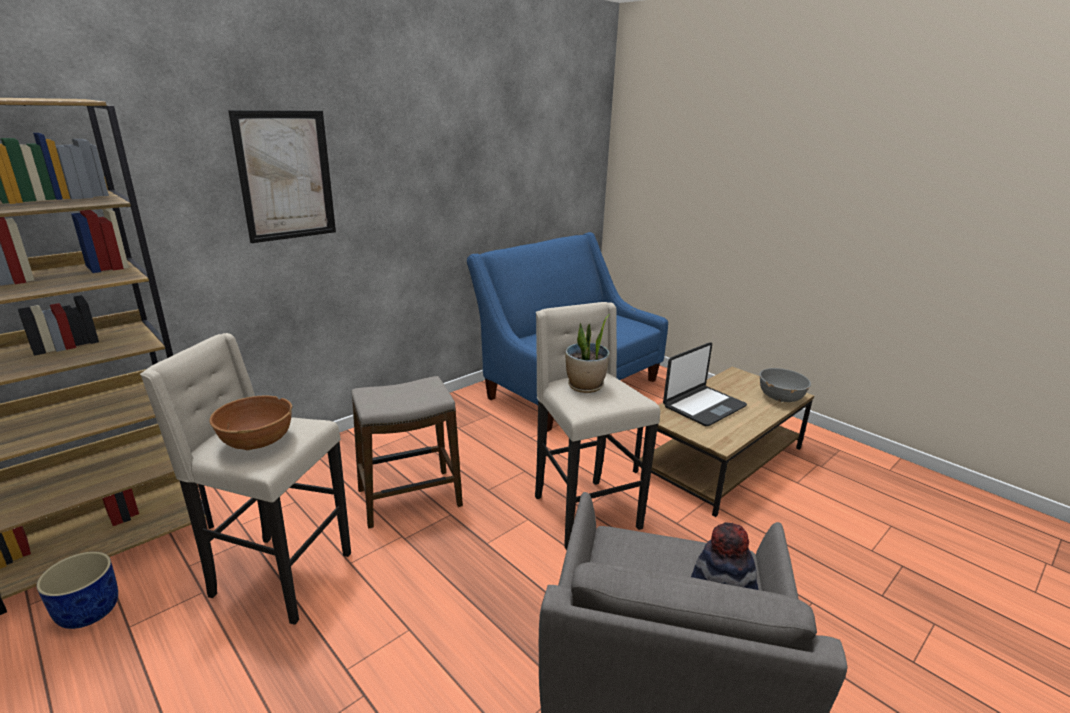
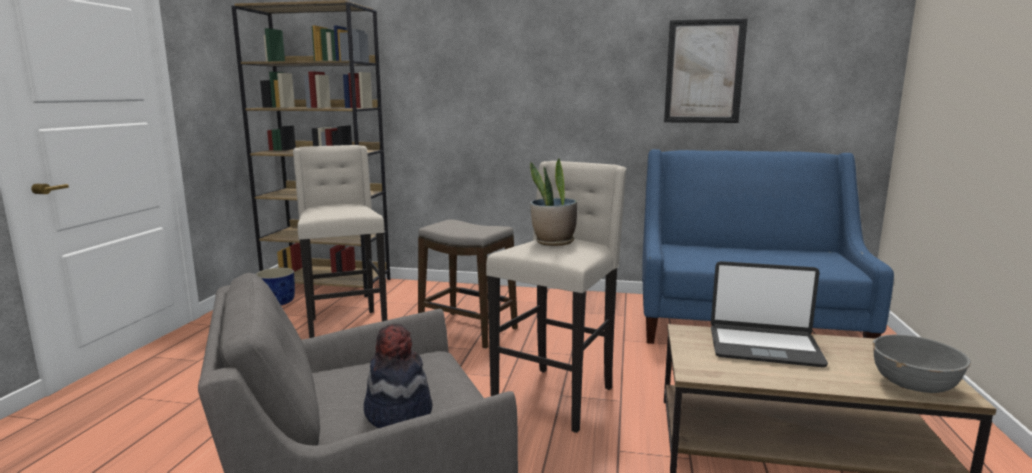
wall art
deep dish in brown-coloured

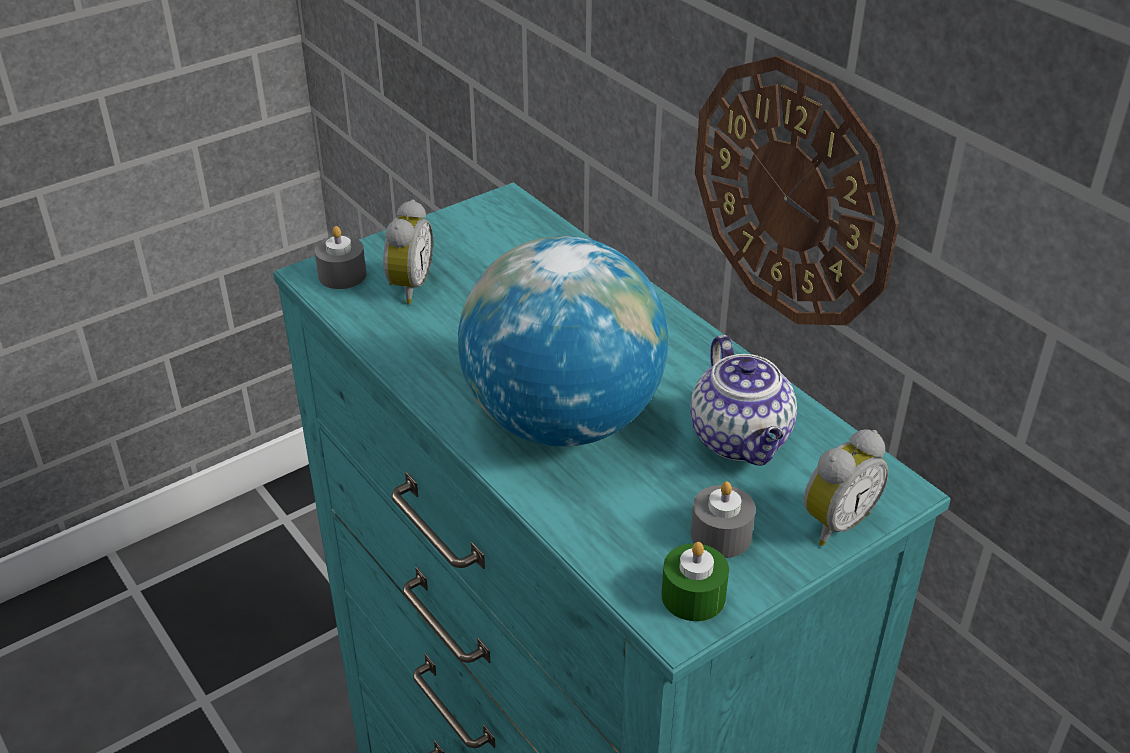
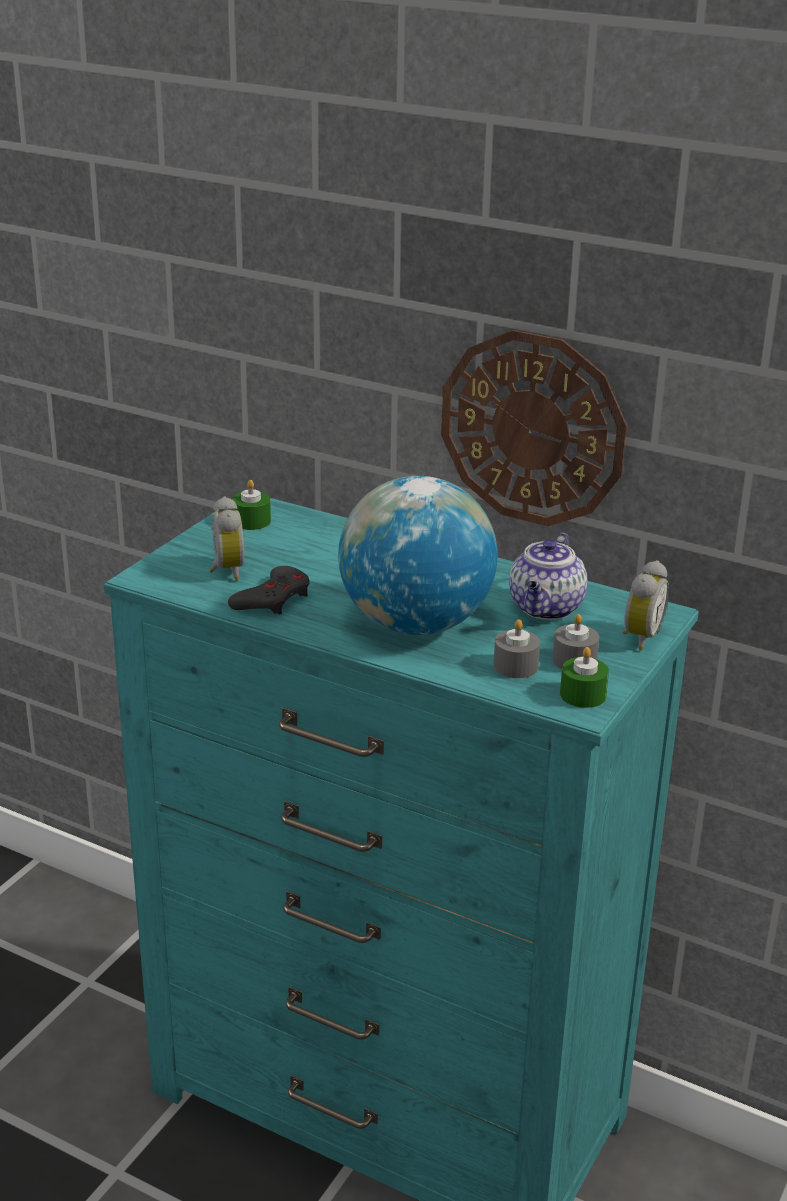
wax candle in greyish (no. 1 from left)
tea pot
wax candle in green (no. 1 from left)
joypad in greyish

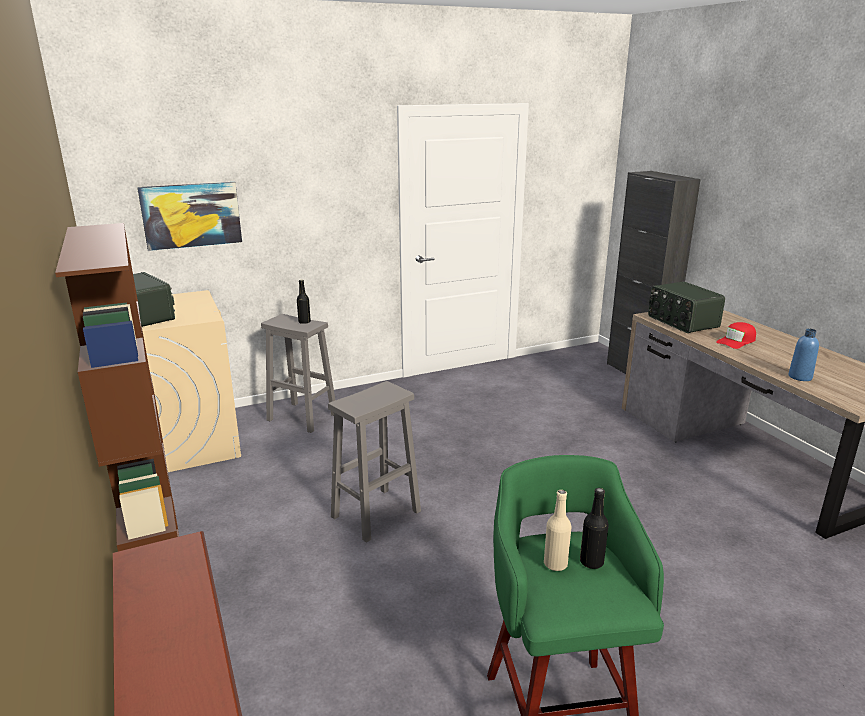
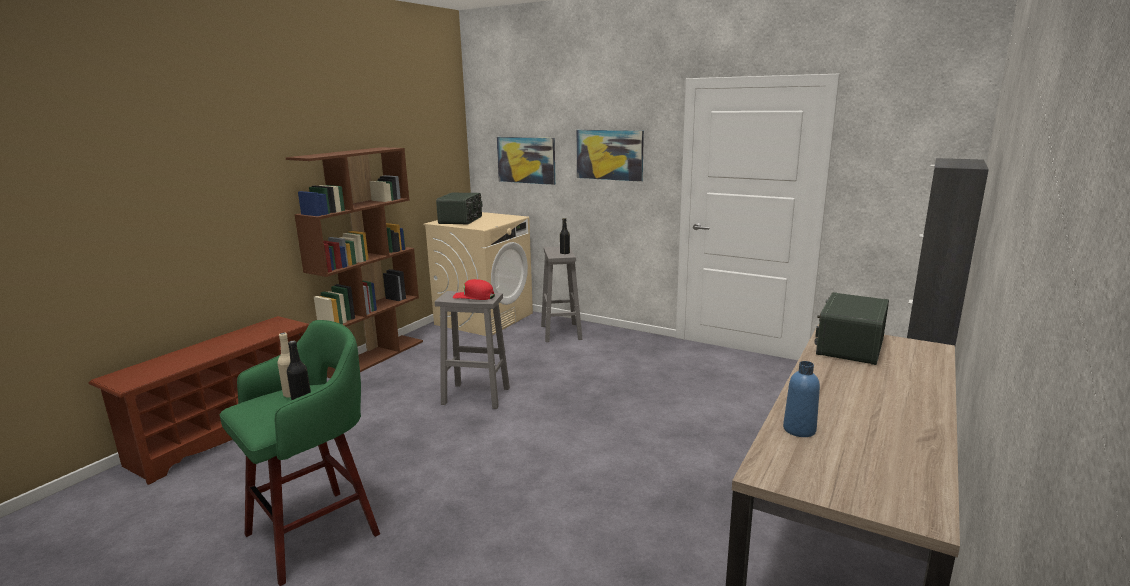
peaked cap in red
wall art (no. 2 from left)

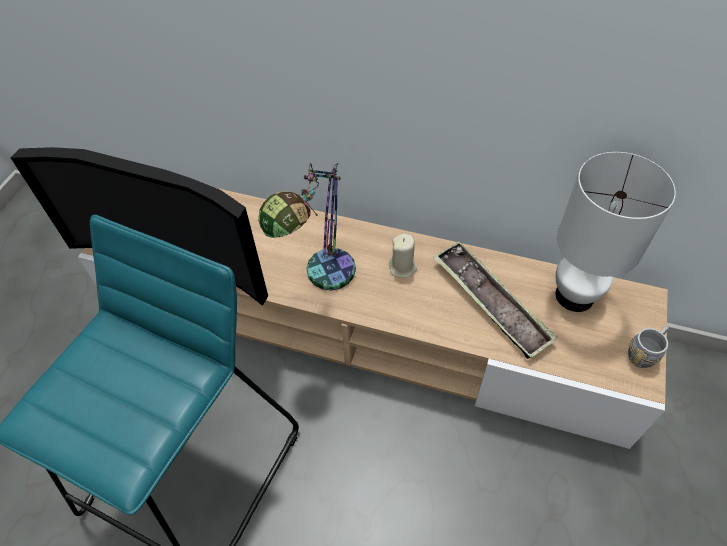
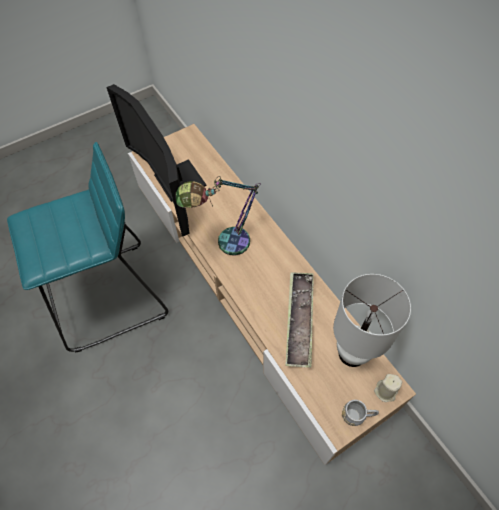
wax candle in beige

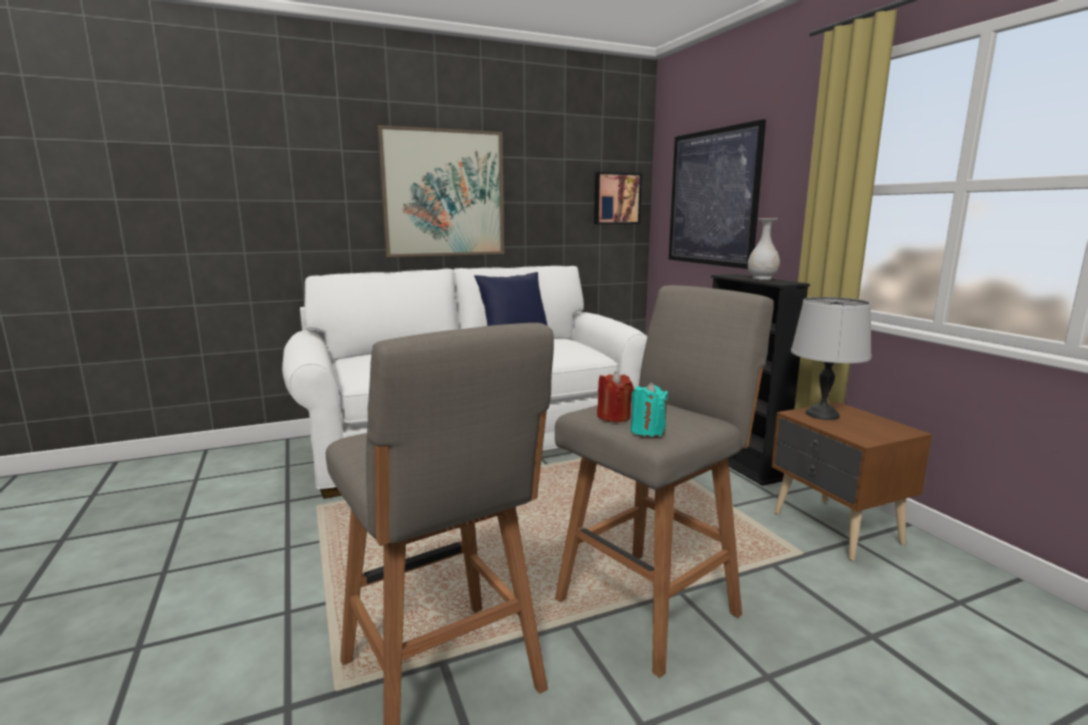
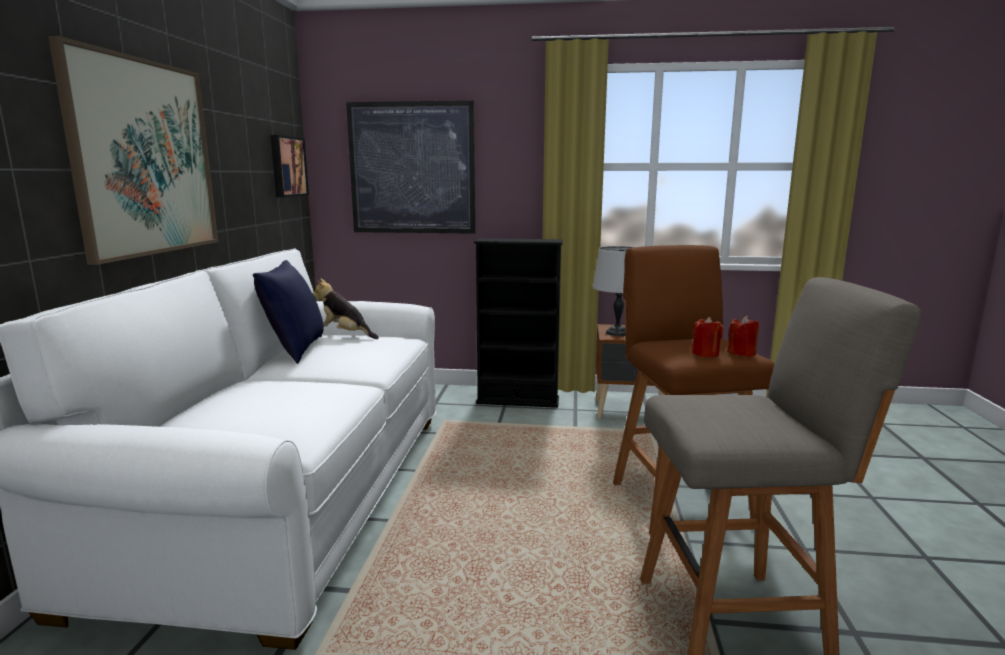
flower vase in whitish
stool seat in brown-coloured
wax candle in red (no. 2 from left)
soft toy

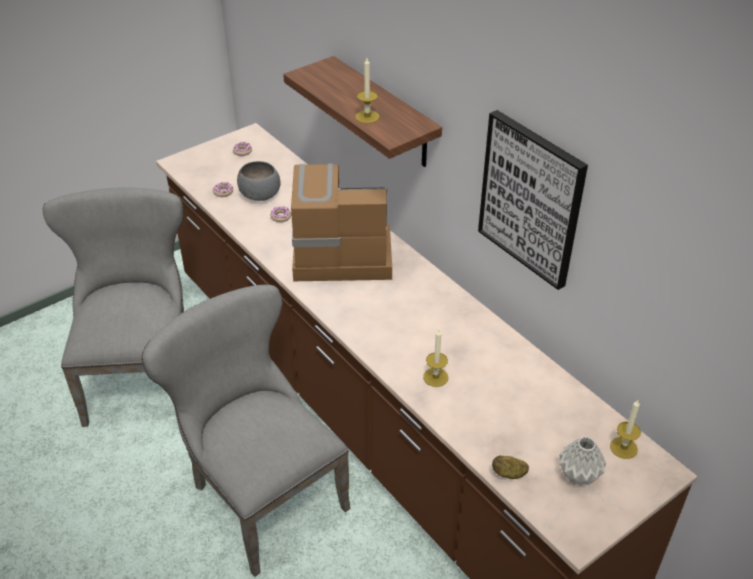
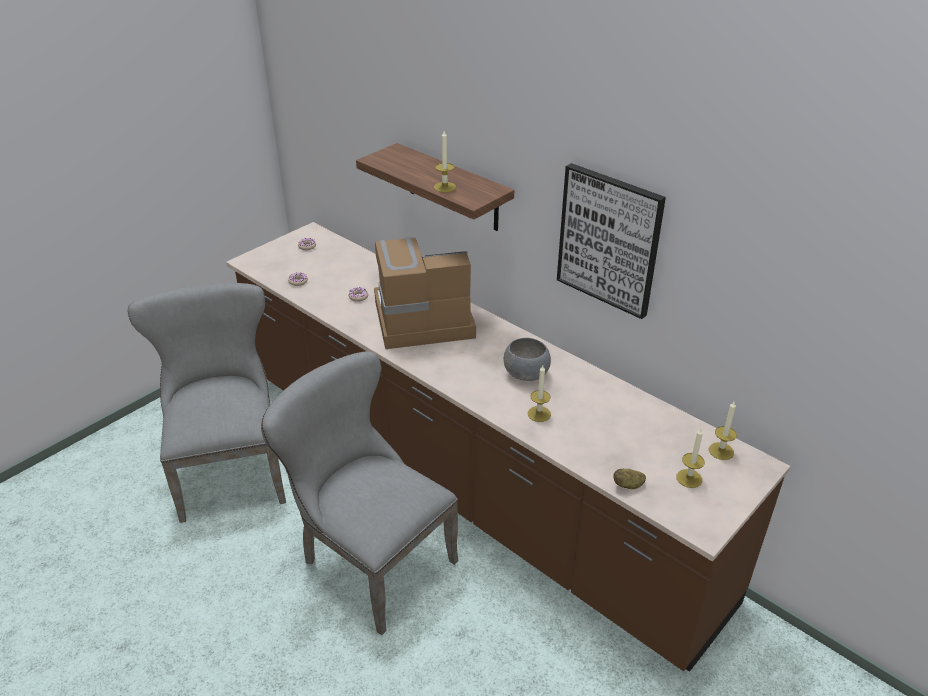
deep dish in greyish
wax candle (no. 3 from left)

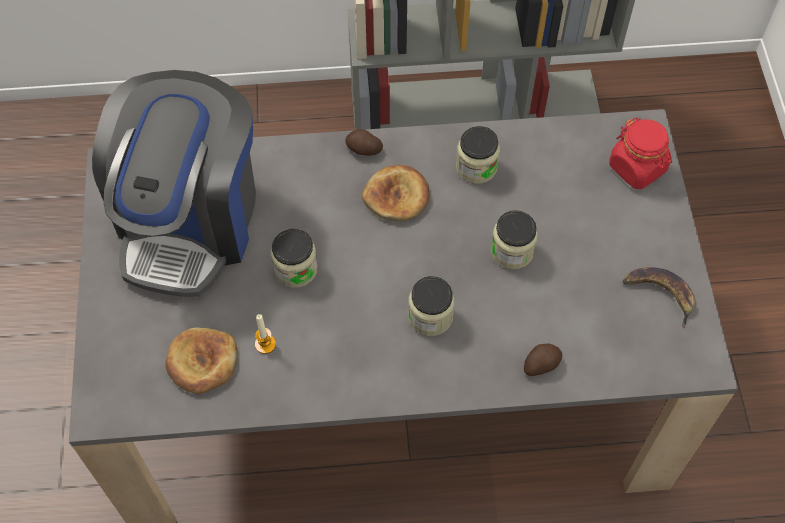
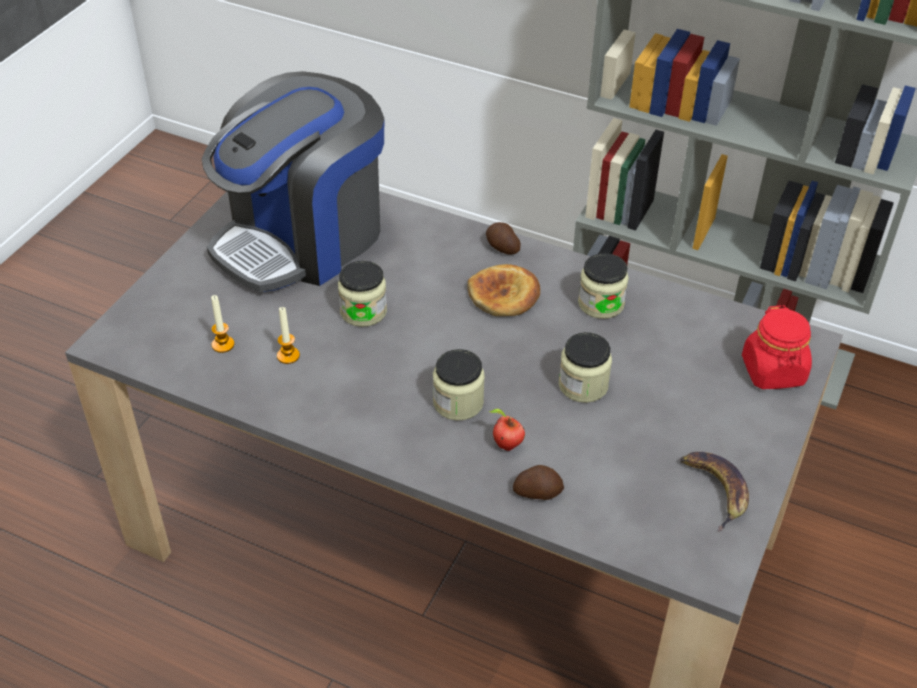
wax candle (no. 1 from left)
whole apple

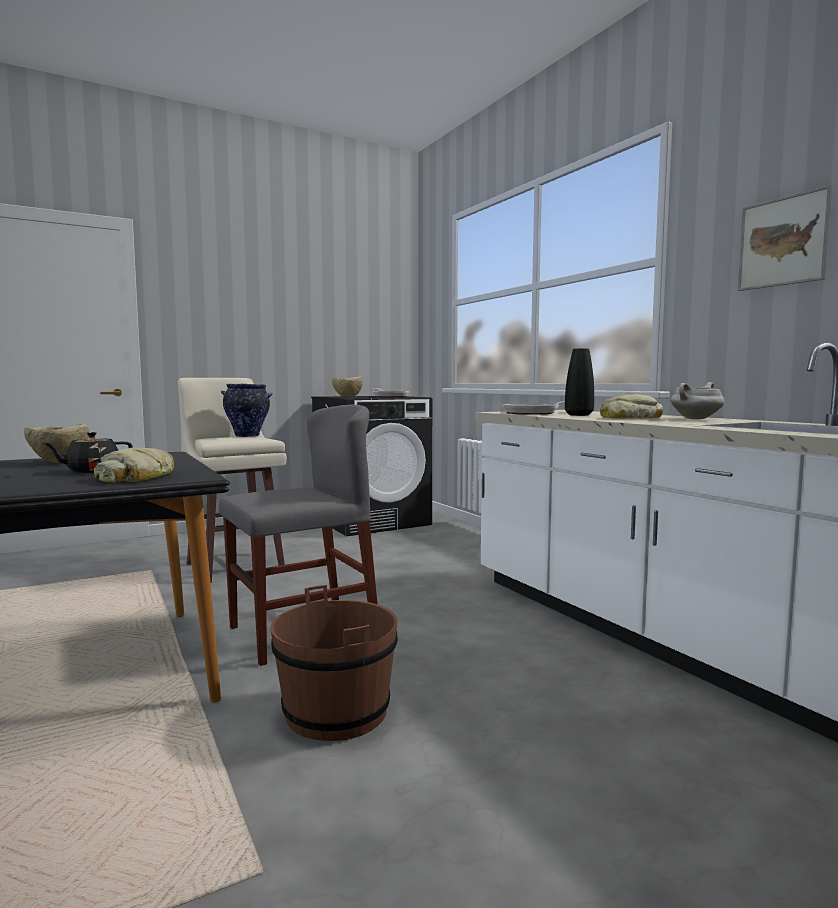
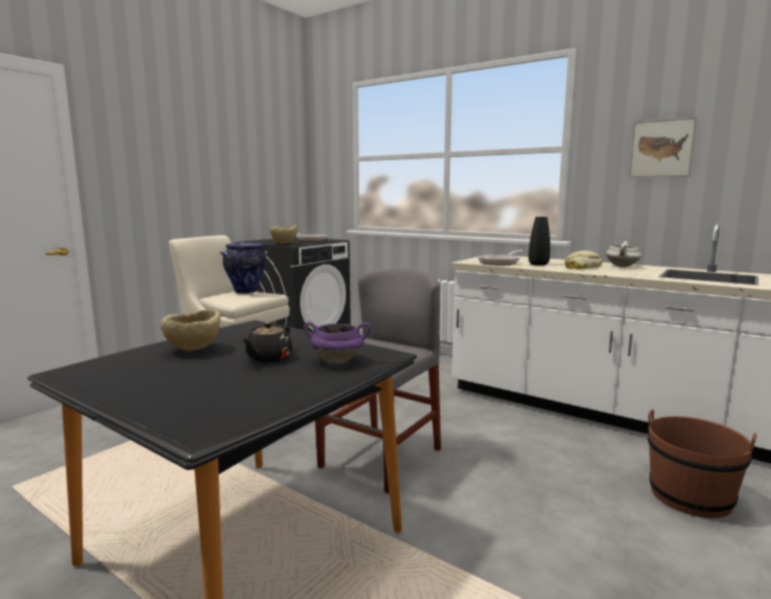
cooking pot in purple-coloured
water bucket in brown-coloured

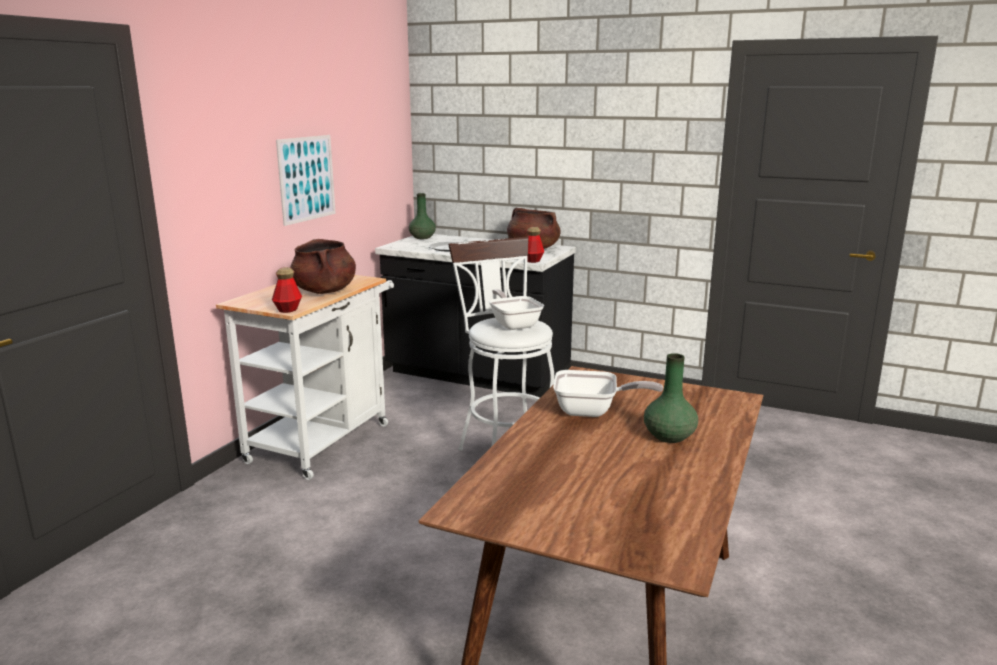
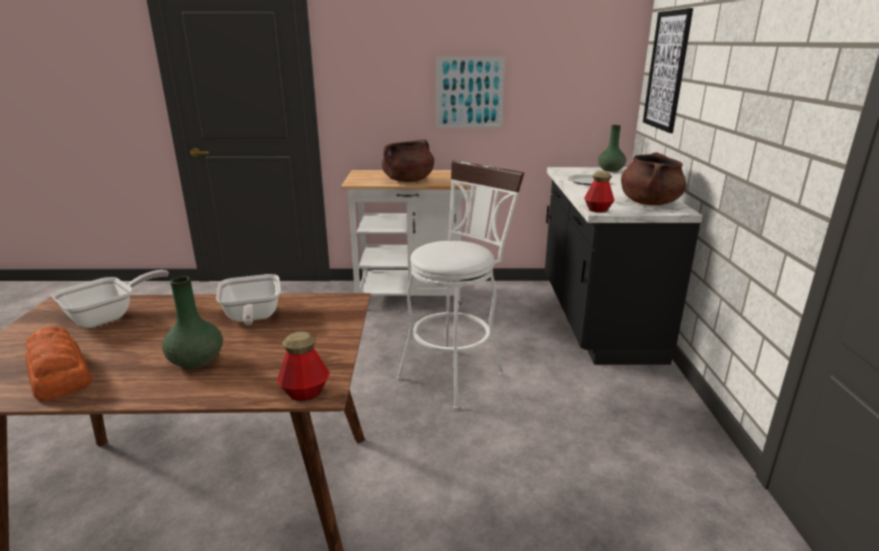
drink bottle (no. 1 from left)
skillet (no. 1 from left)
wall art (no. 2 from left)
bread

